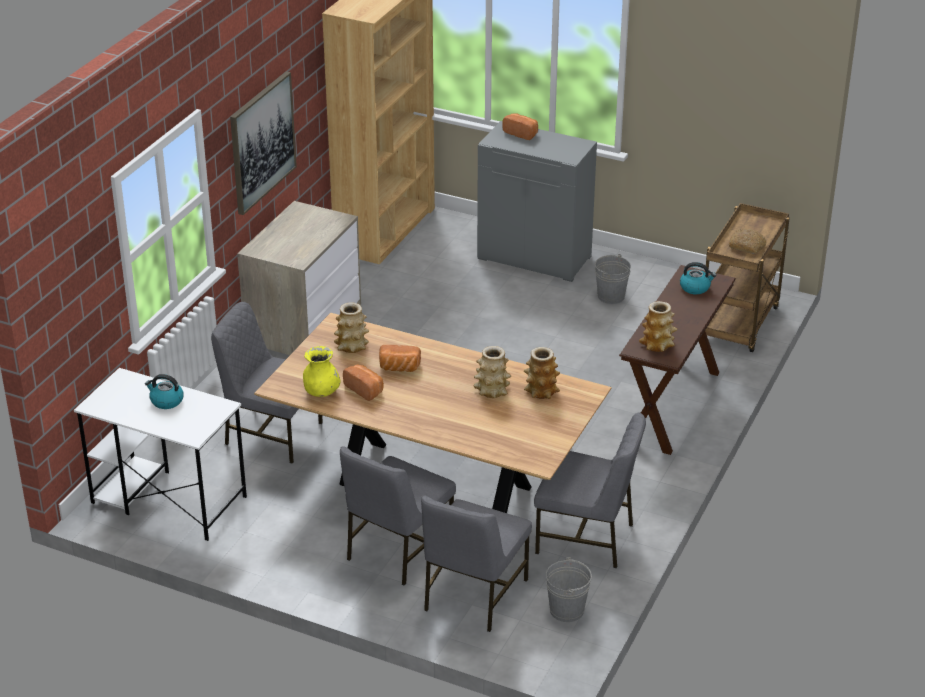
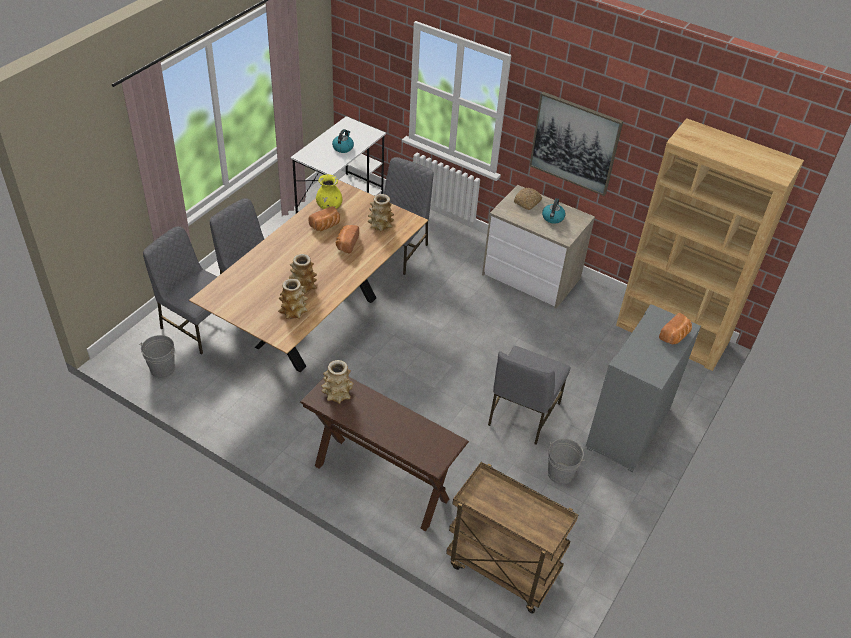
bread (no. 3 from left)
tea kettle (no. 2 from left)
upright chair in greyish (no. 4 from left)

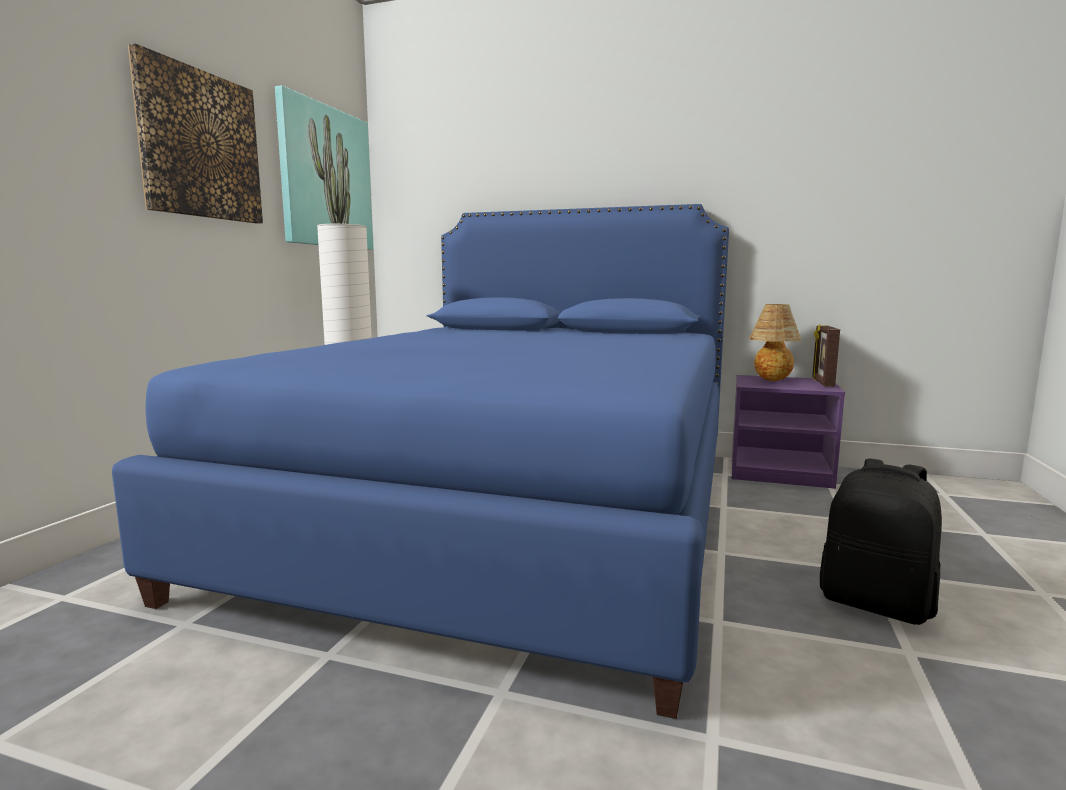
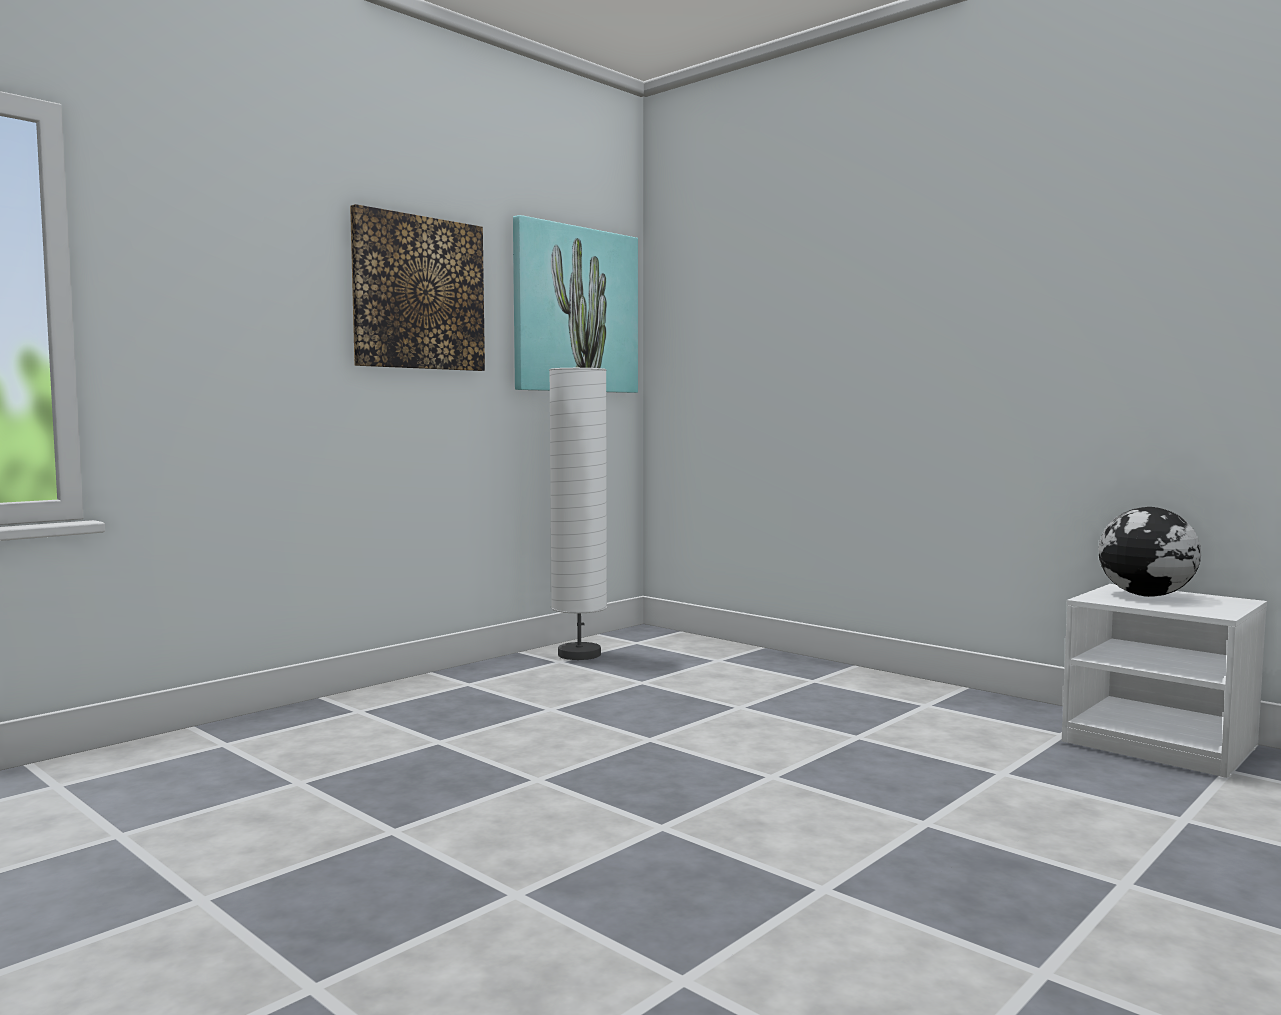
bed in bluish
globe
photo frame
night table in whitish
rucksack in black-coloured

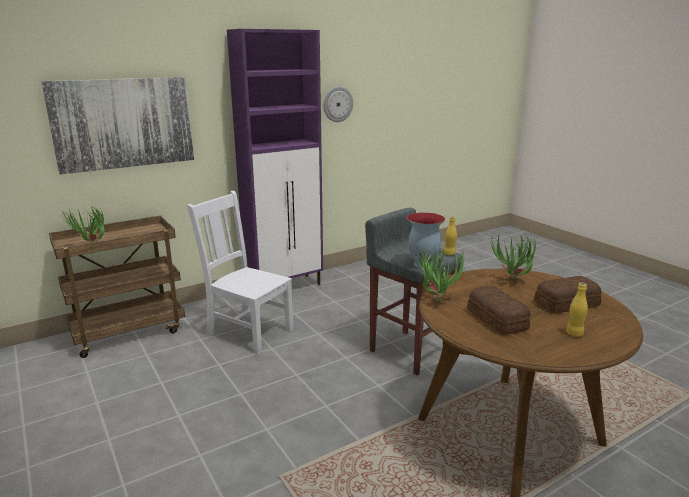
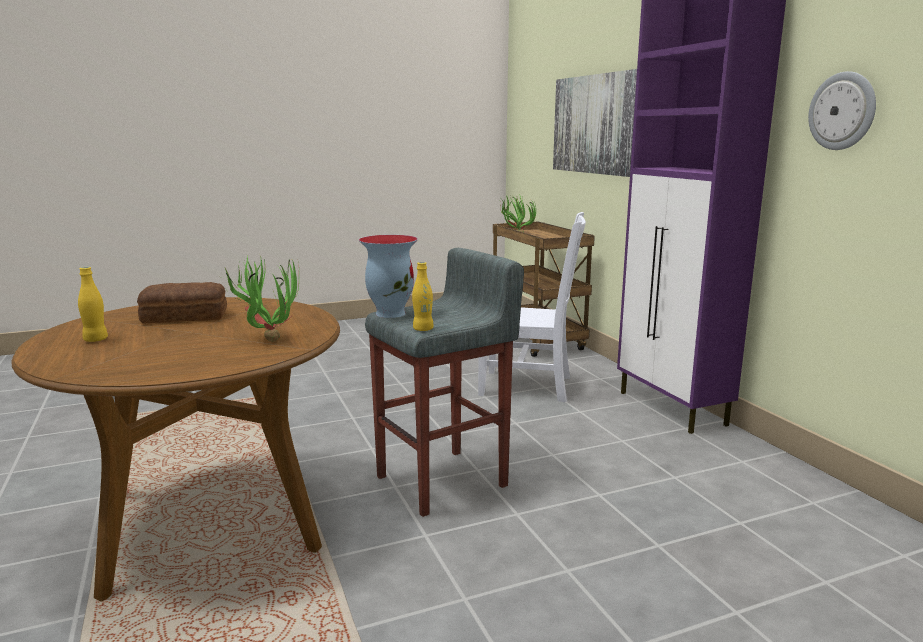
upright chair in whitish
potted plant (no. 2 from left in the first image)
bread (no. 2 from left in the first image)

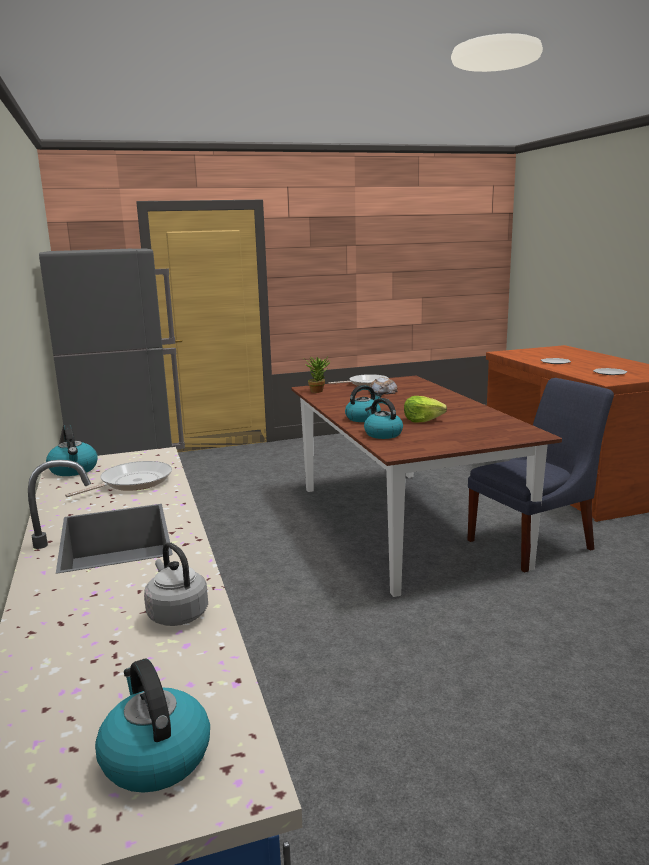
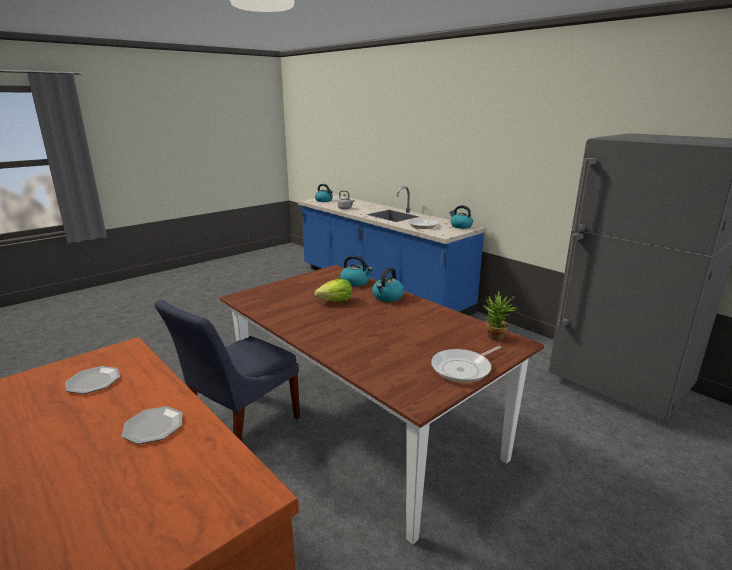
bread

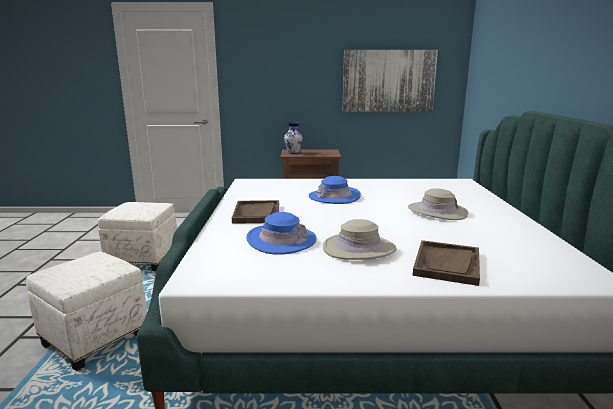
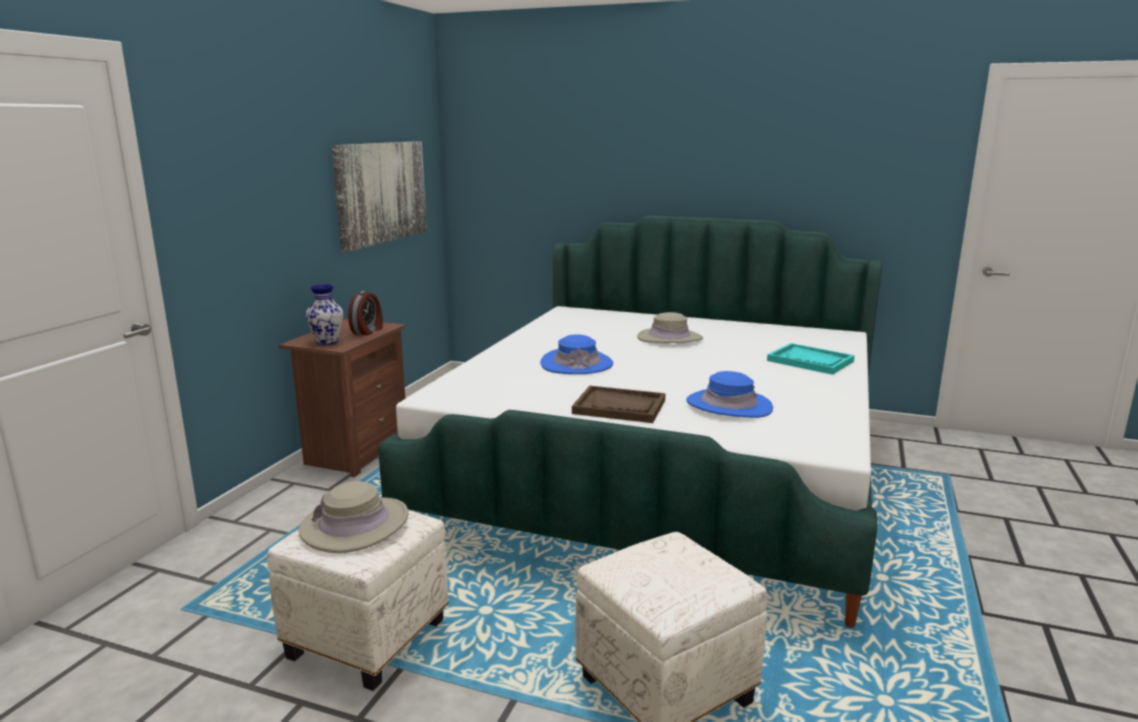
hat in beige (no. 1 from left)
serving tray in blue-green
table clock

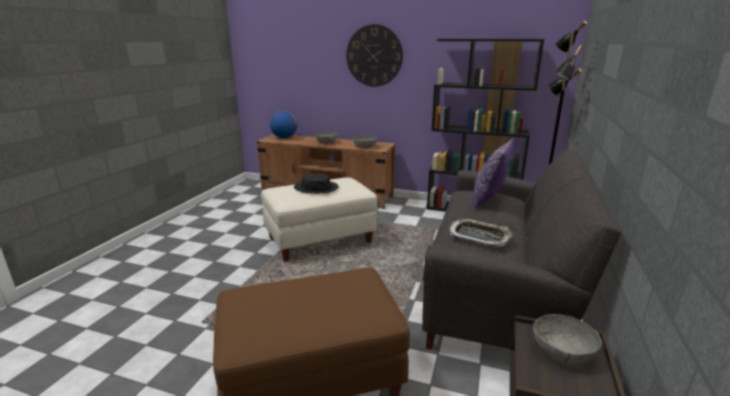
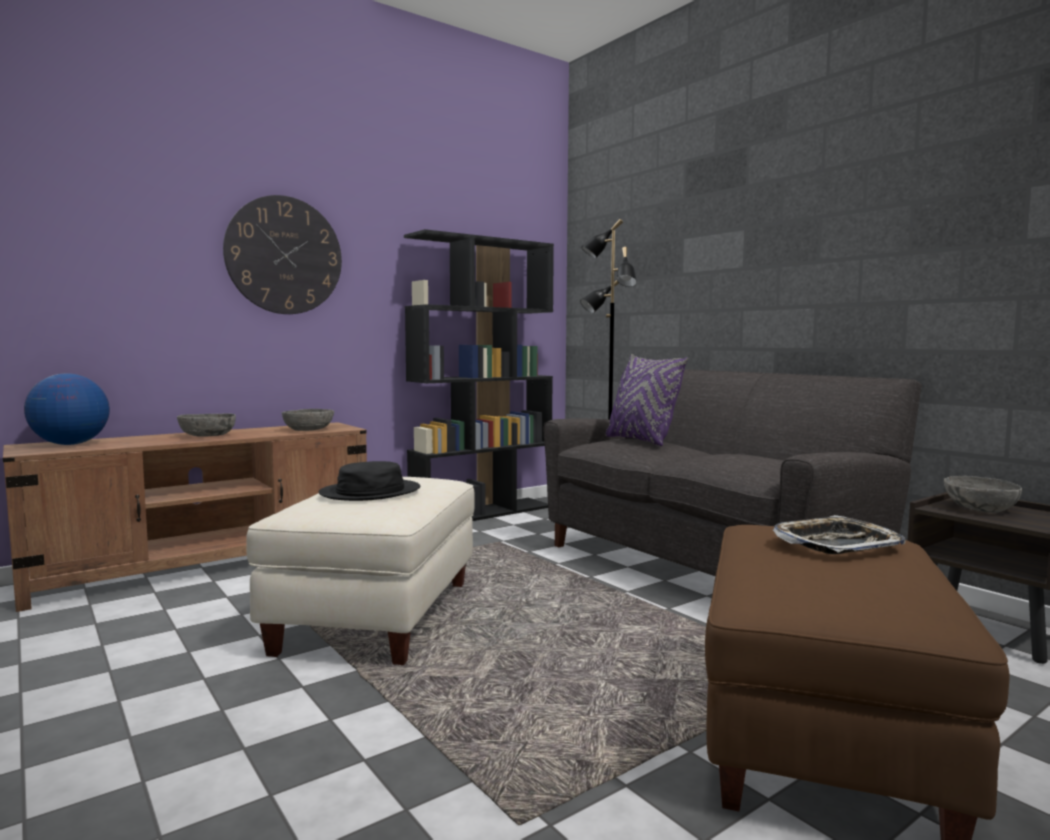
serving tray

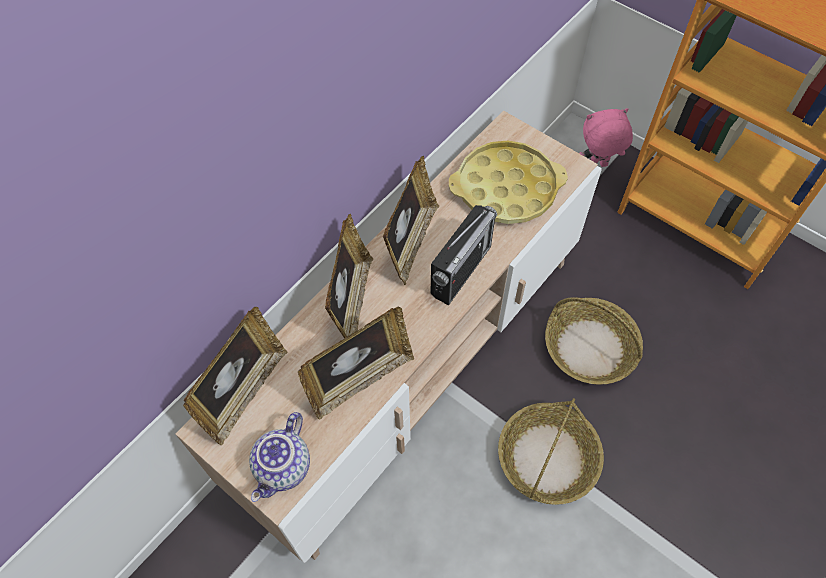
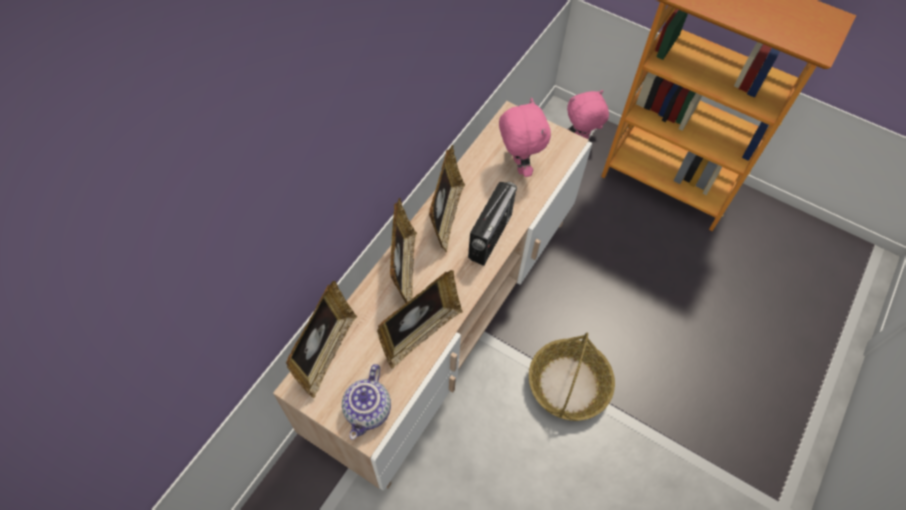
soft toy in pink-coloured (no. 1 from left)
storage basket (no. 2 from left in the first image)

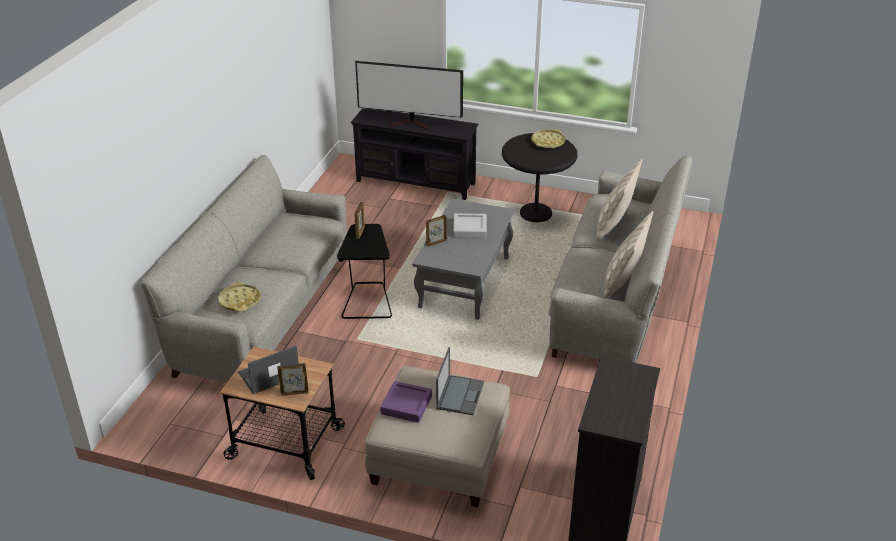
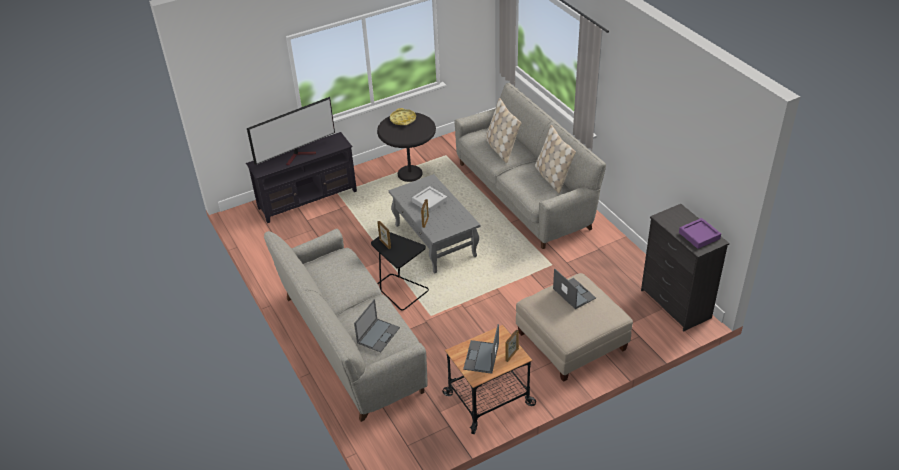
laptop (no. 1 from left)
serving tray in purple-coloured

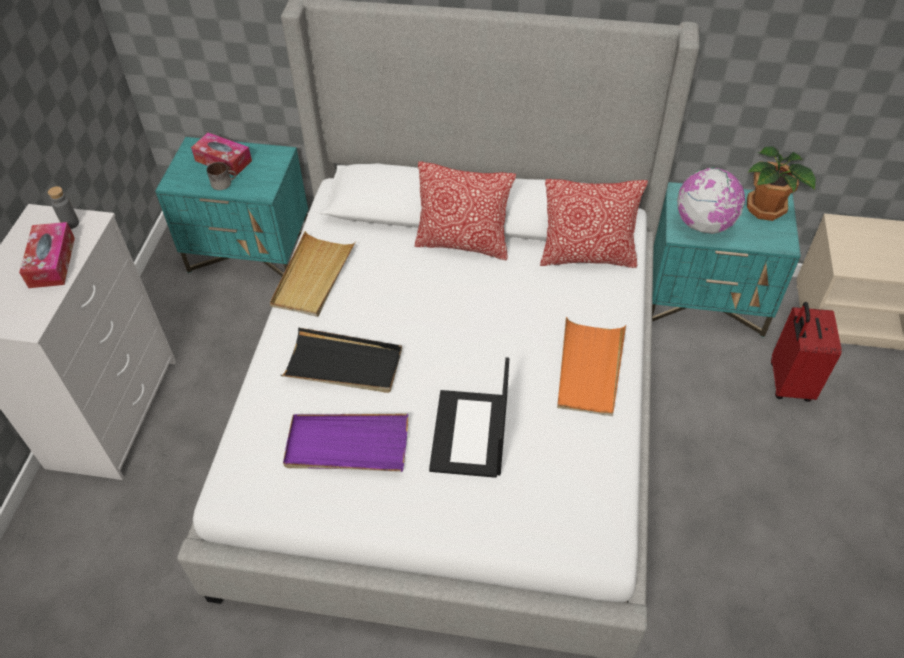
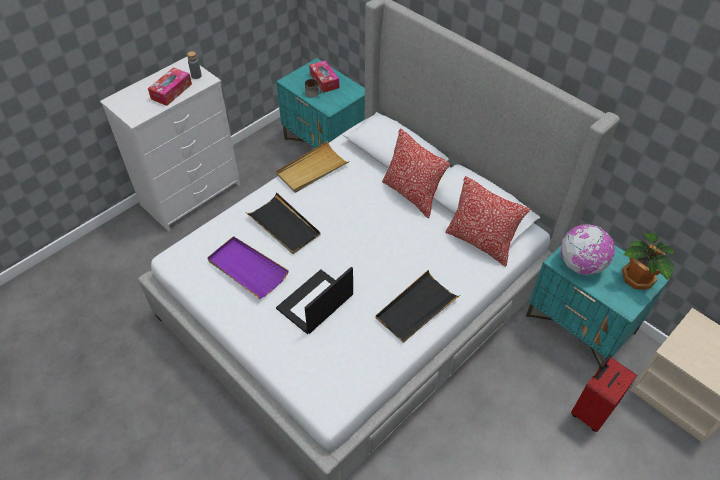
serving tray in black-coloured (no. 2 from left)

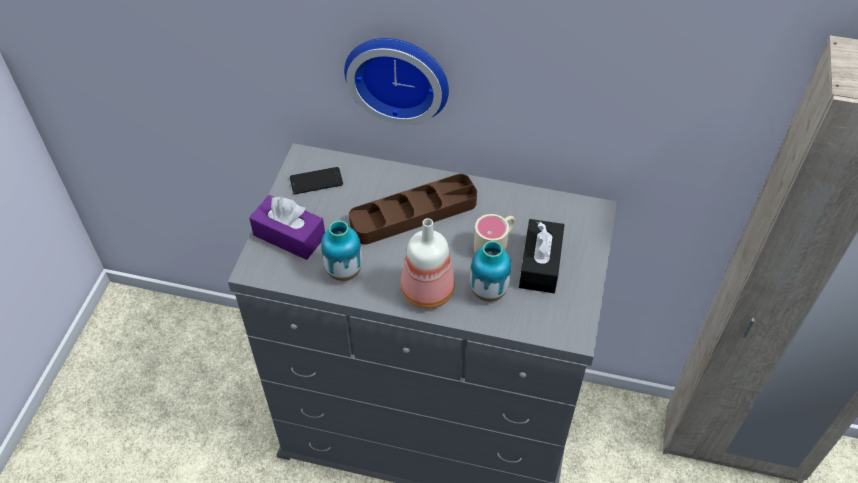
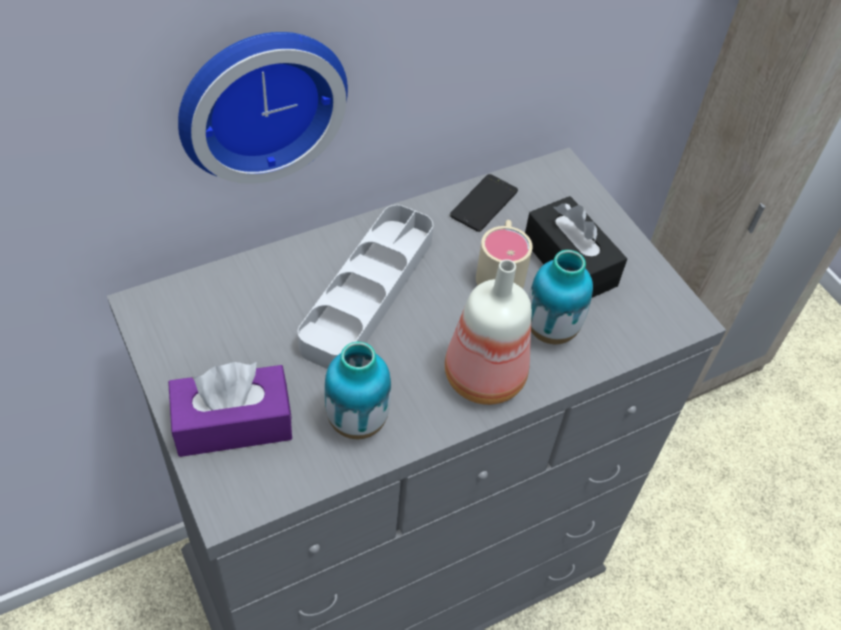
handset
serving tray in greyish

